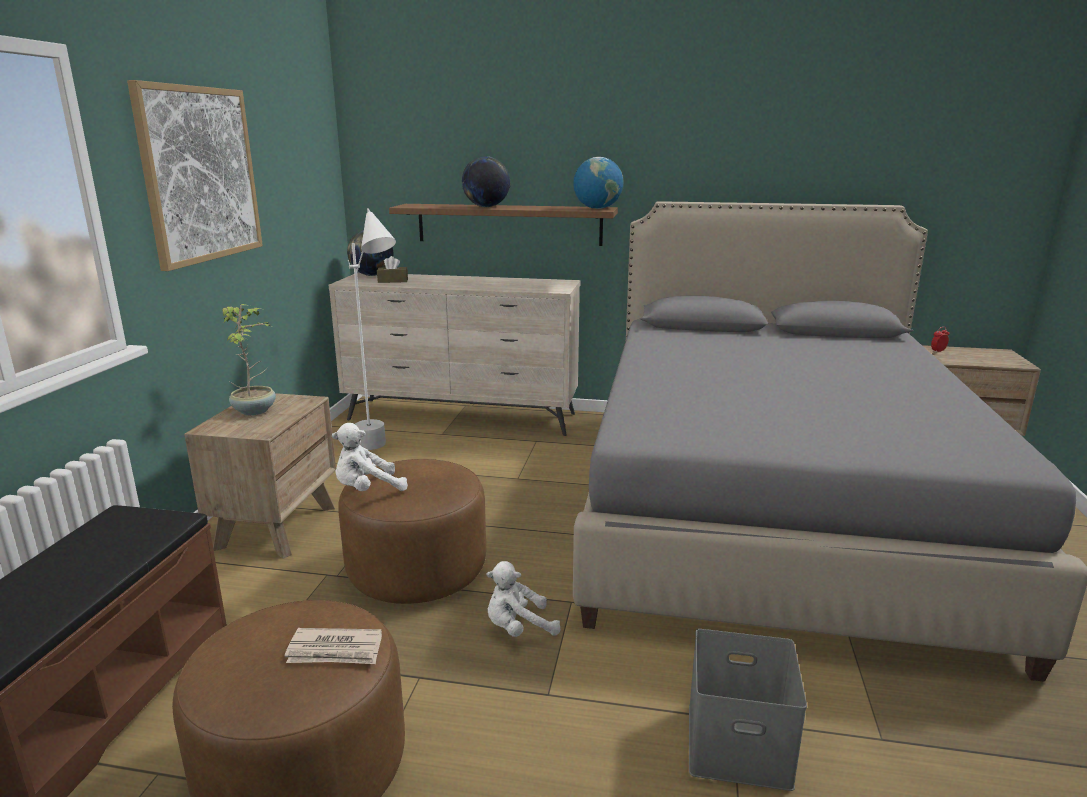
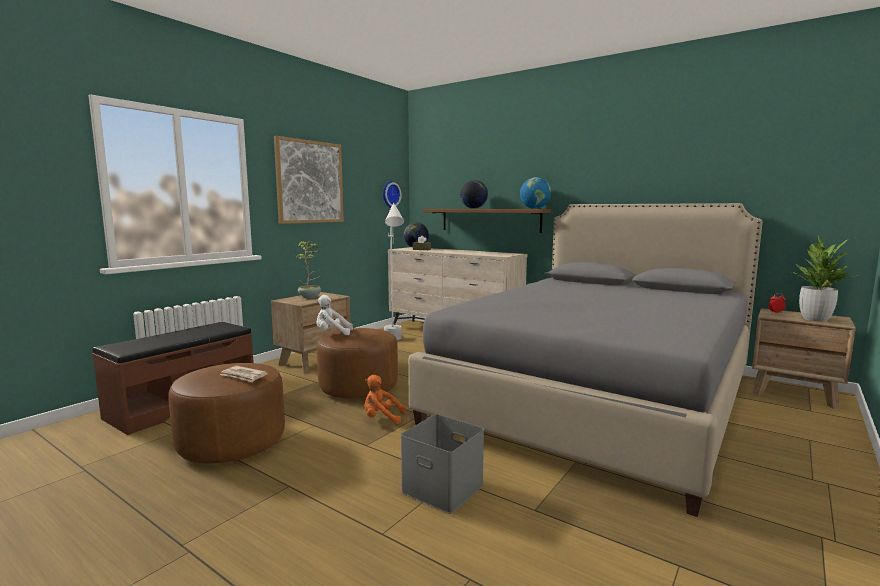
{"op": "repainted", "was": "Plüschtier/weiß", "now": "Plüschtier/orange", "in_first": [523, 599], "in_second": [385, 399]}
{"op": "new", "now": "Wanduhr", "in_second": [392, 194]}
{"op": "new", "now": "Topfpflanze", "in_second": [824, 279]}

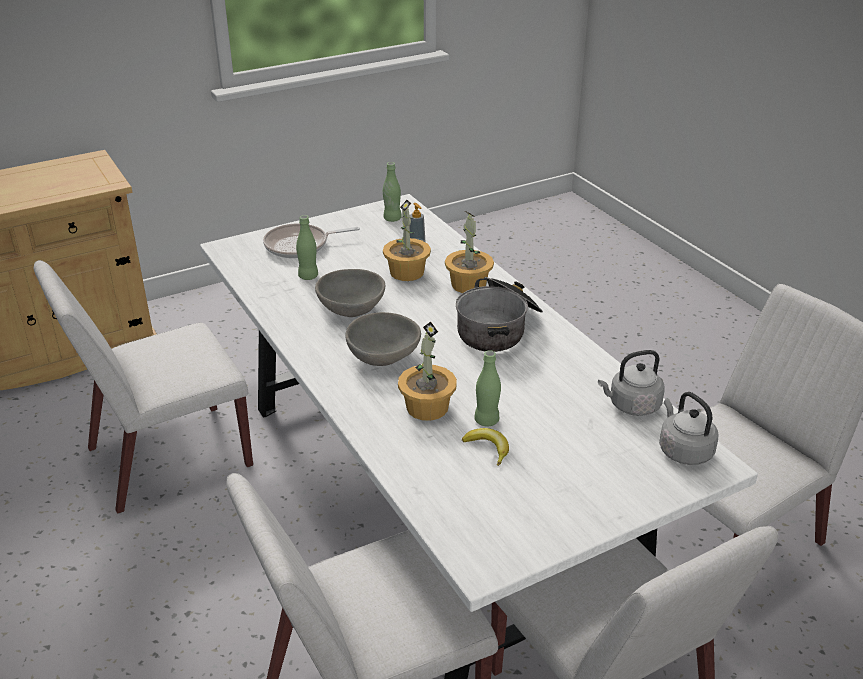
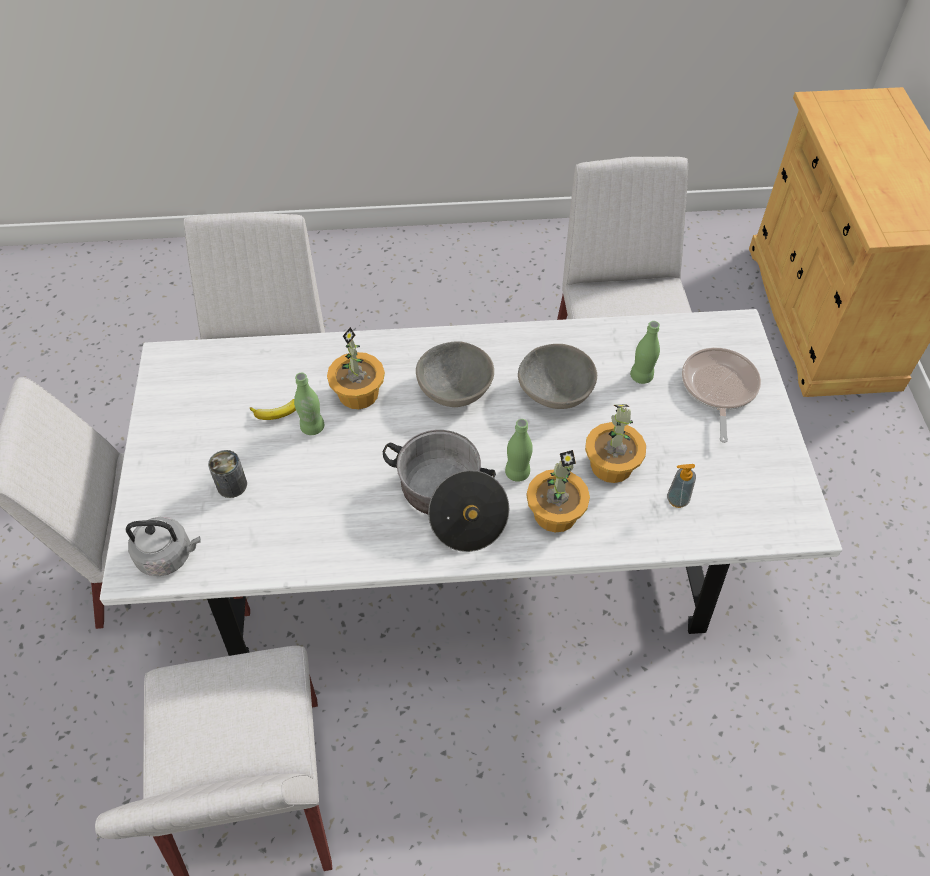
{"op": "new", "now": "Dose", "in_second": [227, 474]}
{"op": "shifted", "was": "Flasche/grün", "in_first": [392, 192], "in_second": [519, 450]}
{"op": "gone", "was": "Wasserkessel/grau", "in_first": [631, 383]}

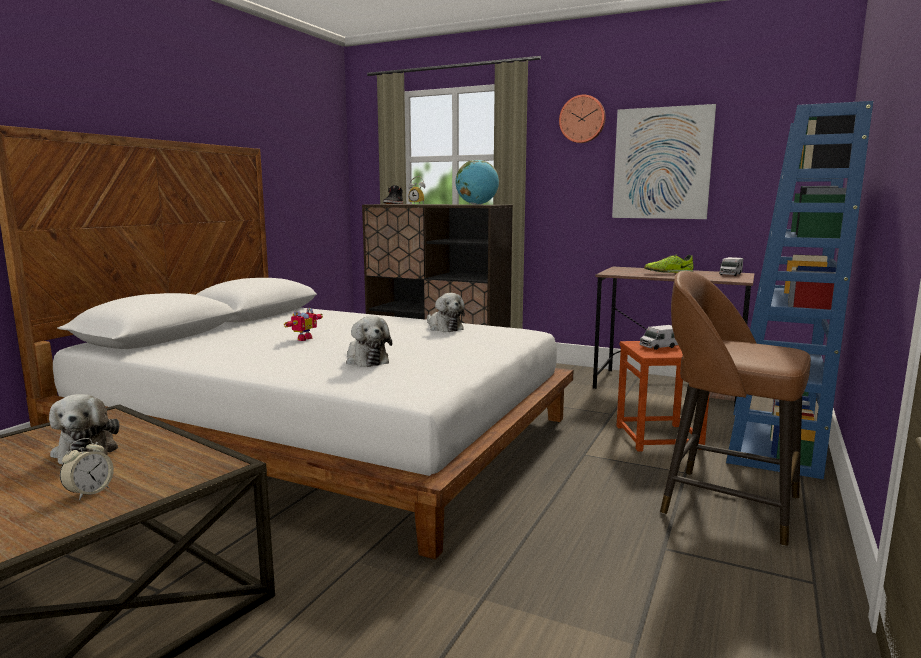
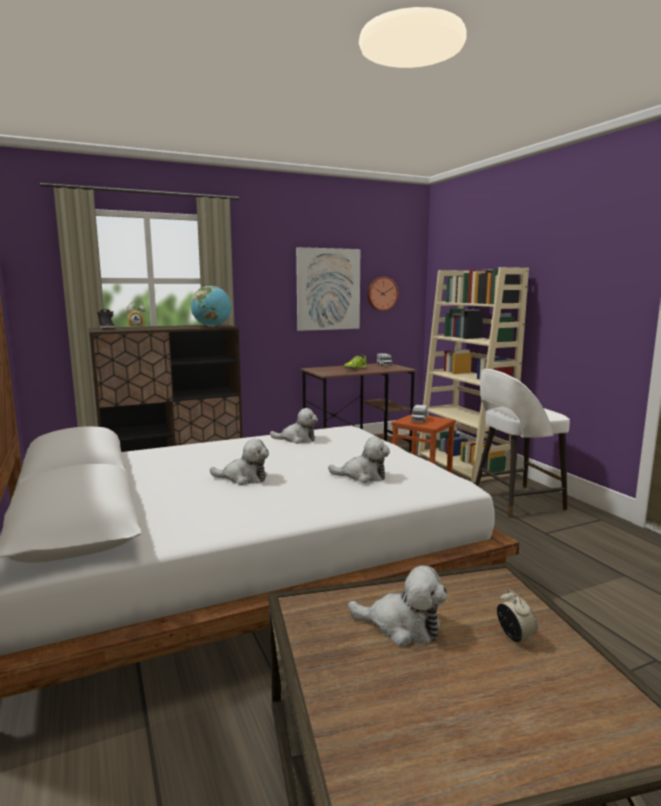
{"op": "swapped", "was": "Spielzeugroboter", "now": "Plüschtier", "in_first": [303, 324], "in_second": [239, 462]}
{"op": "shifted", "was": "Wanduhr", "in_first": [582, 119], "in_second": [382, 294]}
{"op": "repainted", "was": "Bücherregal/blau", "now": "Bücherregal/beige", "in_first": [799, 290], "in_second": [473, 374]}
{"op": "repainted", "was": "Hocker/braun", "now": "Hocker/weiß", "in_first": [735, 408], "in_second": [522, 443]}

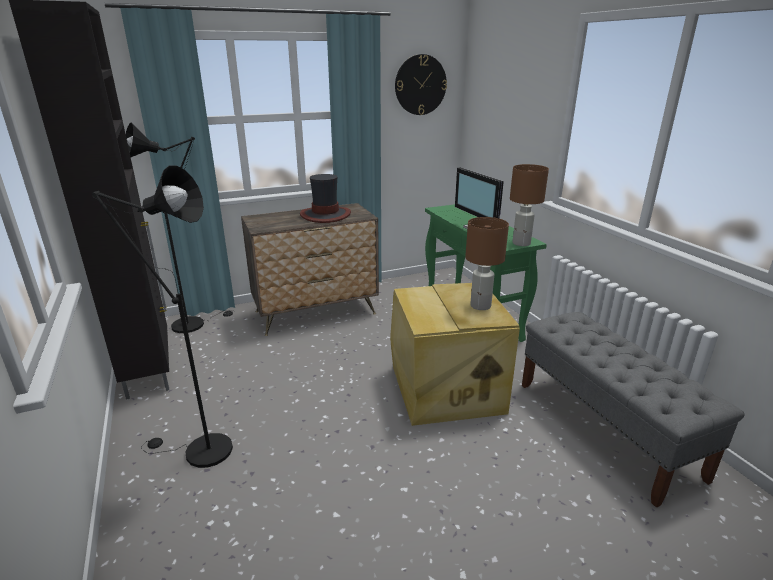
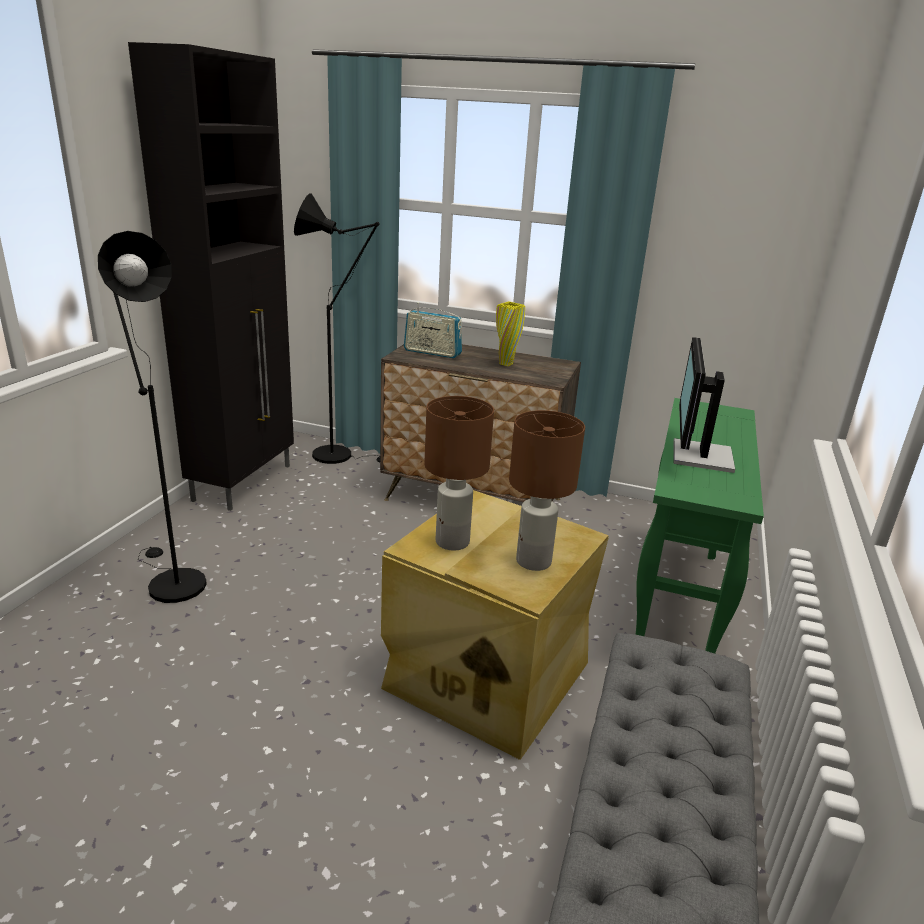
{"op": "new", "now": "Radio", "in_second": [433, 330]}
{"op": "shifted", "was": "Tischlampe/braun", "in_first": [529, 205], "in_second": [459, 473]}
{"op": "swapped", "was": "Hut", "now": "Vase/gelb", "in_first": [325, 198], "in_second": [510, 333]}
{"op": "gone", "was": "Wanduhr", "in_first": [421, 84]}

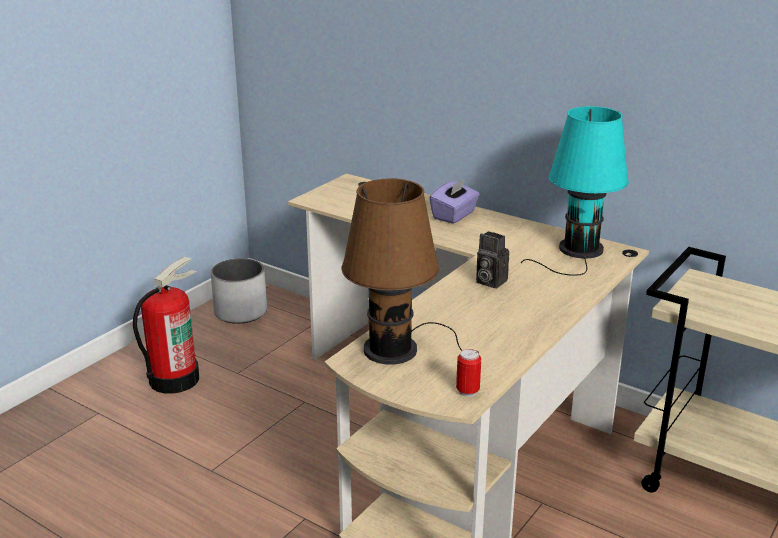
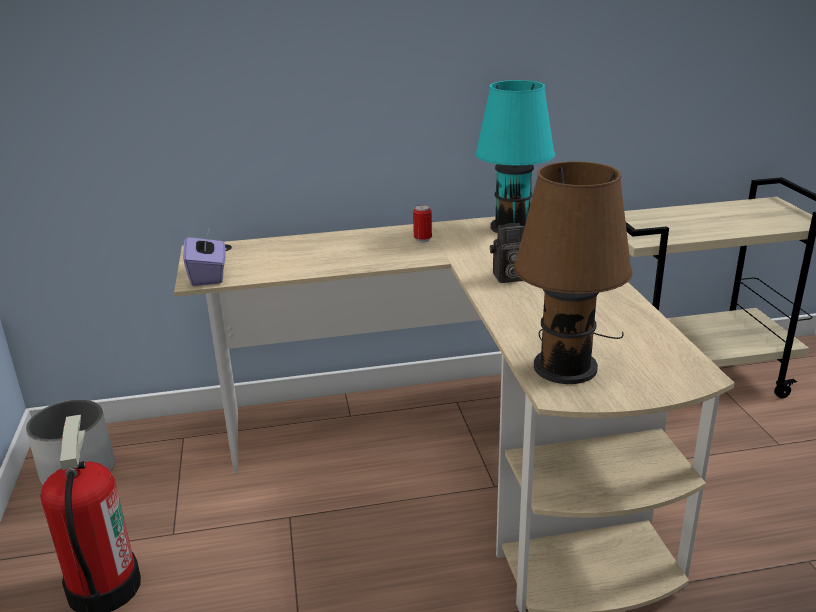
{"op": "shifted", "was": "Taschentuchbox/lila", "in_first": [455, 201], "in_second": [204, 258]}
{"op": "shifted", "was": "Dose", "in_first": [468, 373], "in_second": [422, 224]}

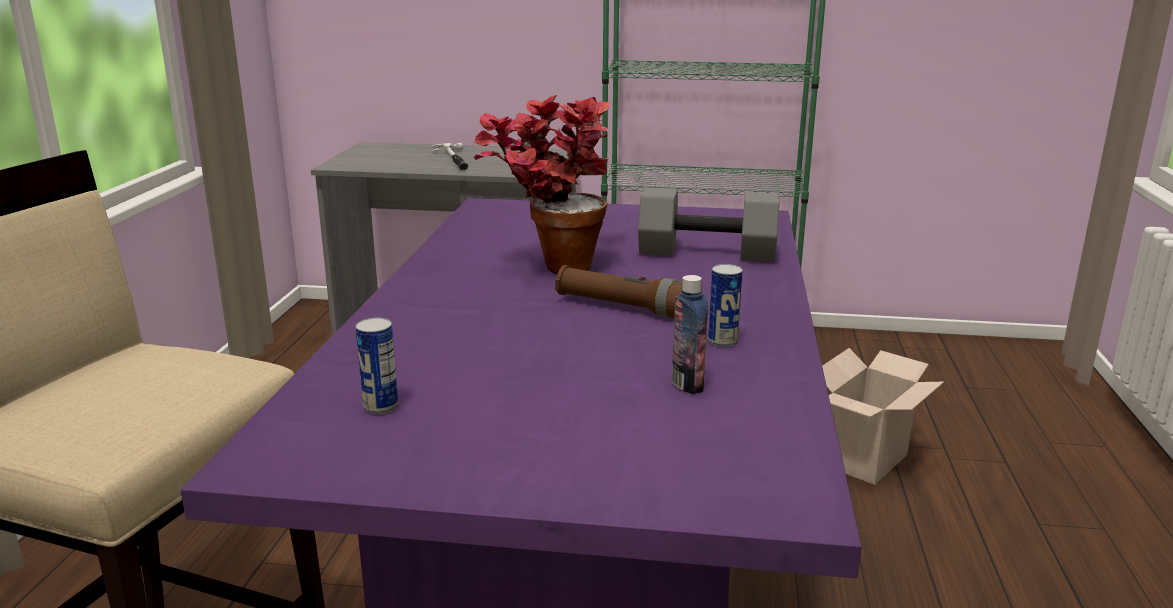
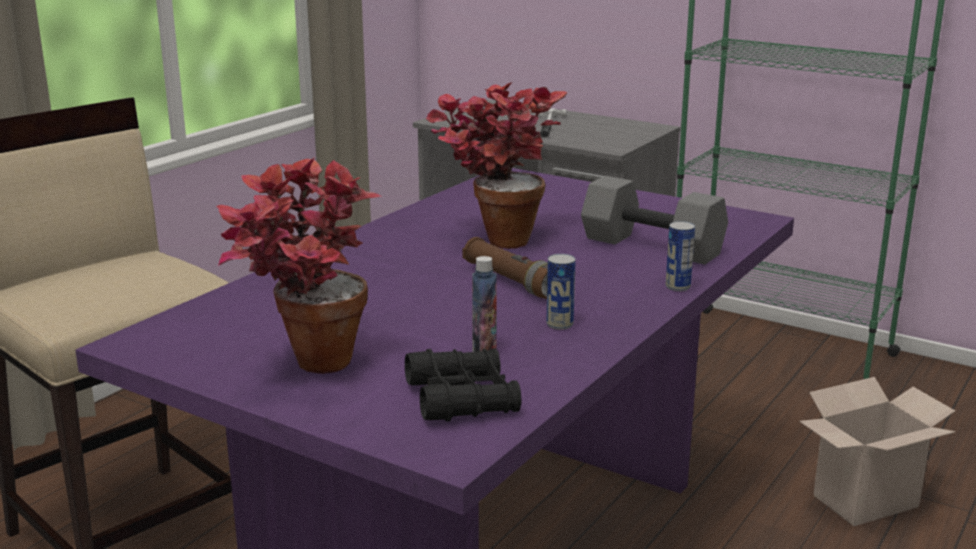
{"op": "new", "now": "Topfpflanze", "in_second": [299, 266]}
{"op": "new", "now": "Fernglas/schwarz", "in_second": [463, 384]}
{"op": "shifted", "was": "Dose", "in_first": [377, 366], "in_second": [680, 256]}

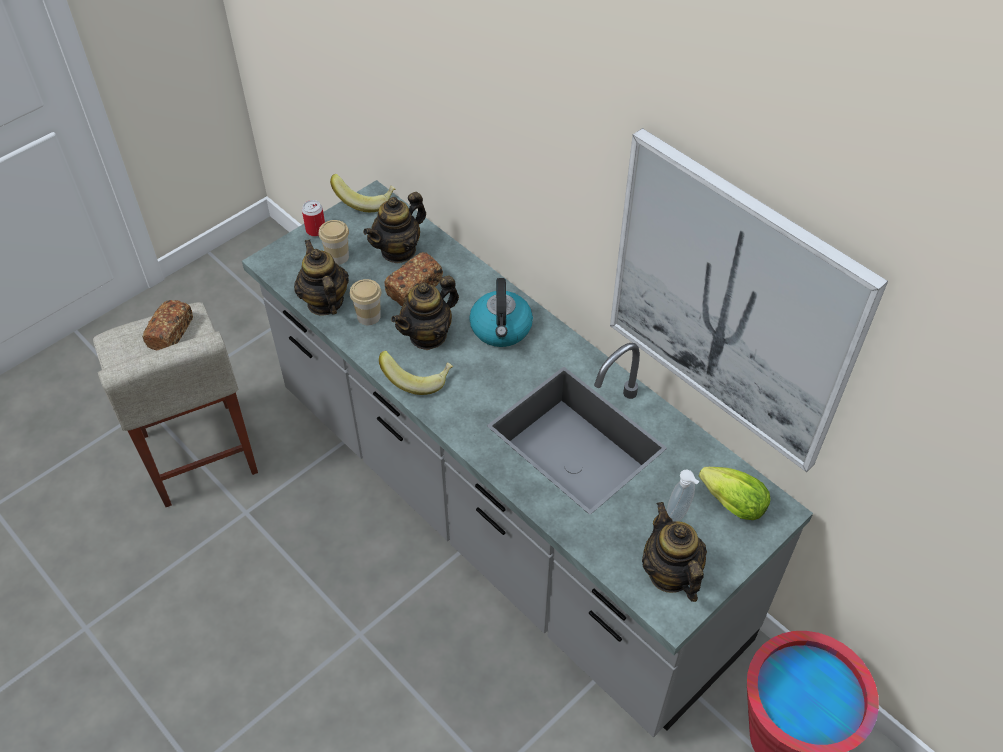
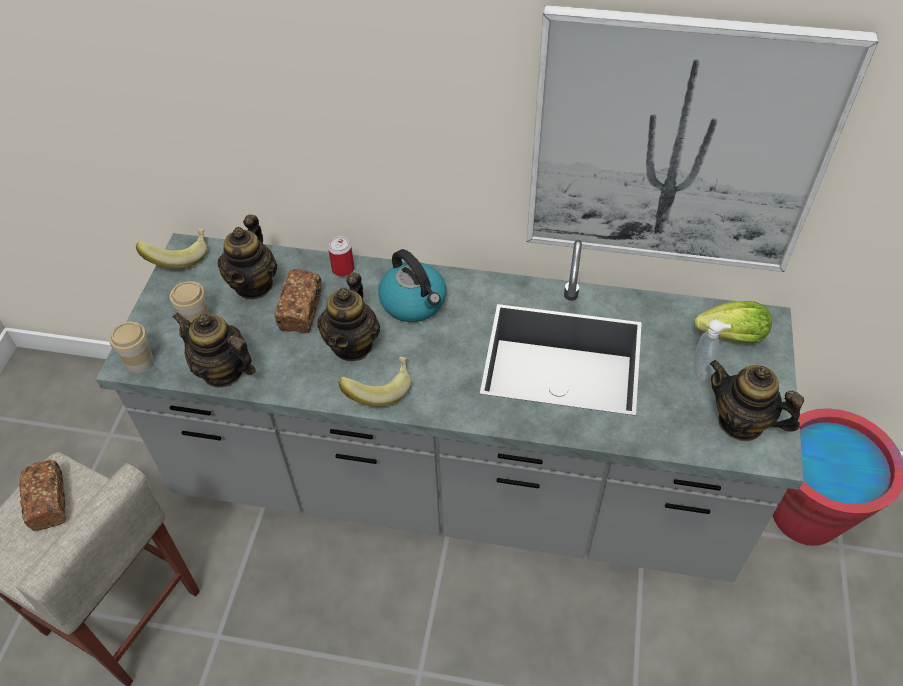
{"op": "shifted", "was": "Tasse", "in_first": [366, 302], "in_second": [131, 347]}
{"op": "shifted", "was": "Dose", "in_first": [313, 218], "in_second": [341, 256]}

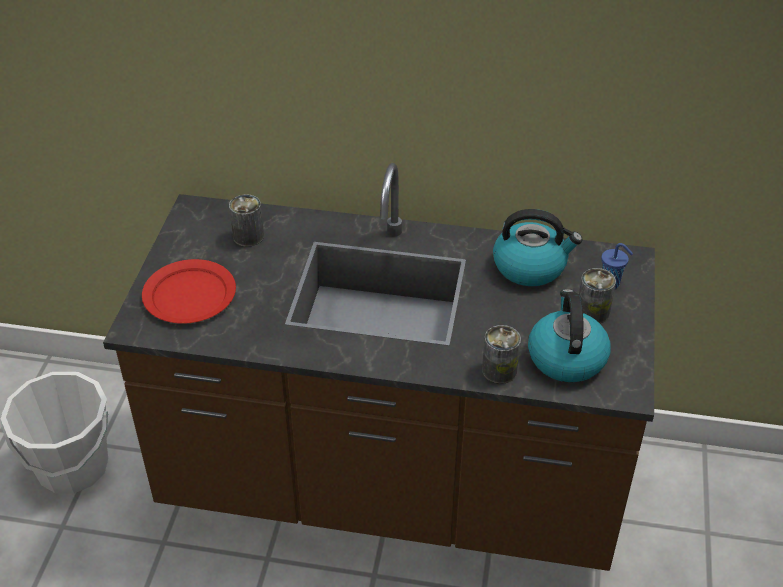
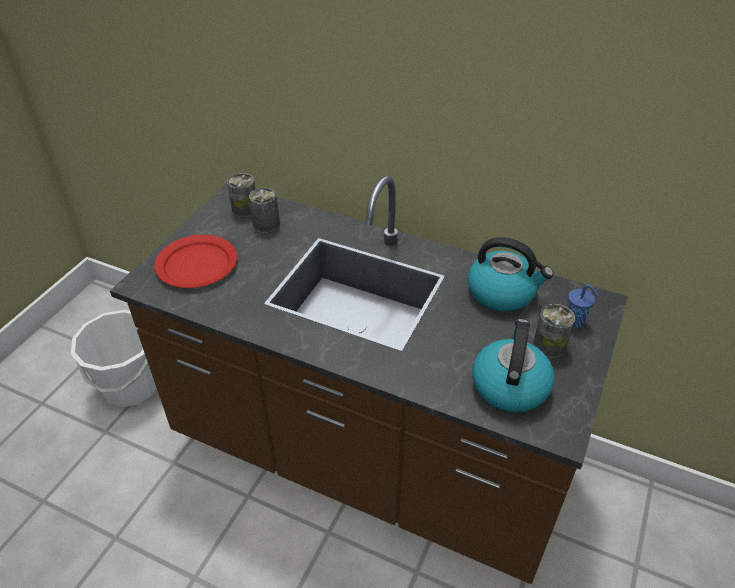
{"op": "shifted", "was": "Dose", "in_first": [501, 354], "in_second": [241, 195]}

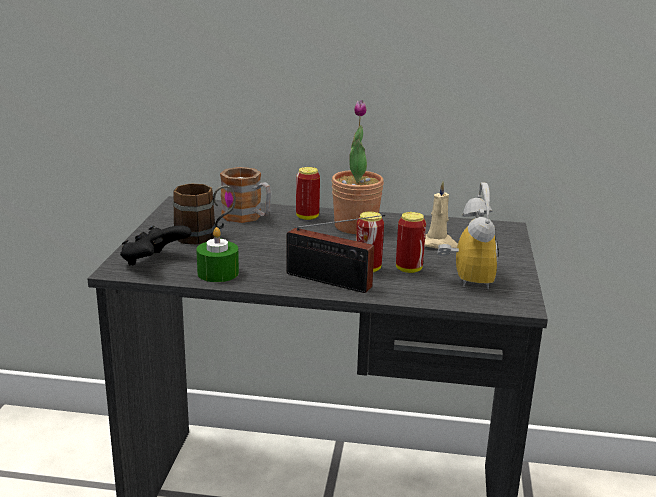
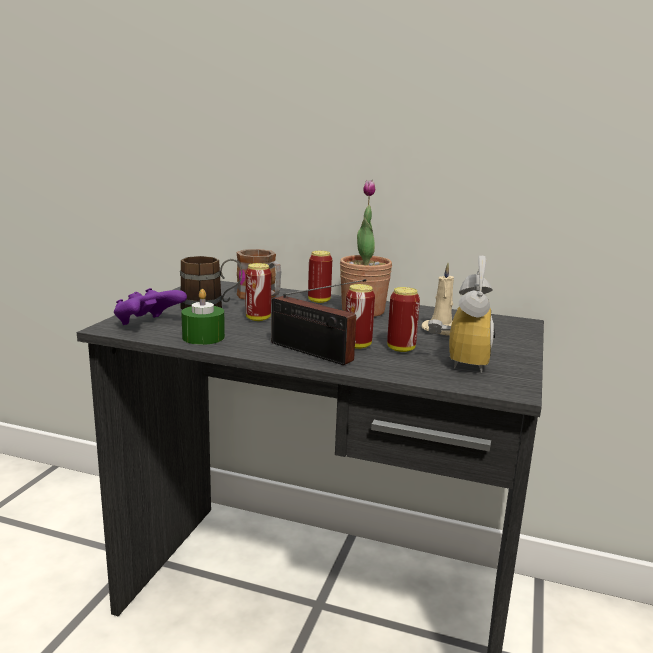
{"op": "repainted", "was": "Gamepad/schwarz", "now": "Gamepad/lila", "in_first": [156, 246], "in_second": [150, 306]}
{"op": "new", "now": "Dose", "in_second": [258, 292]}

